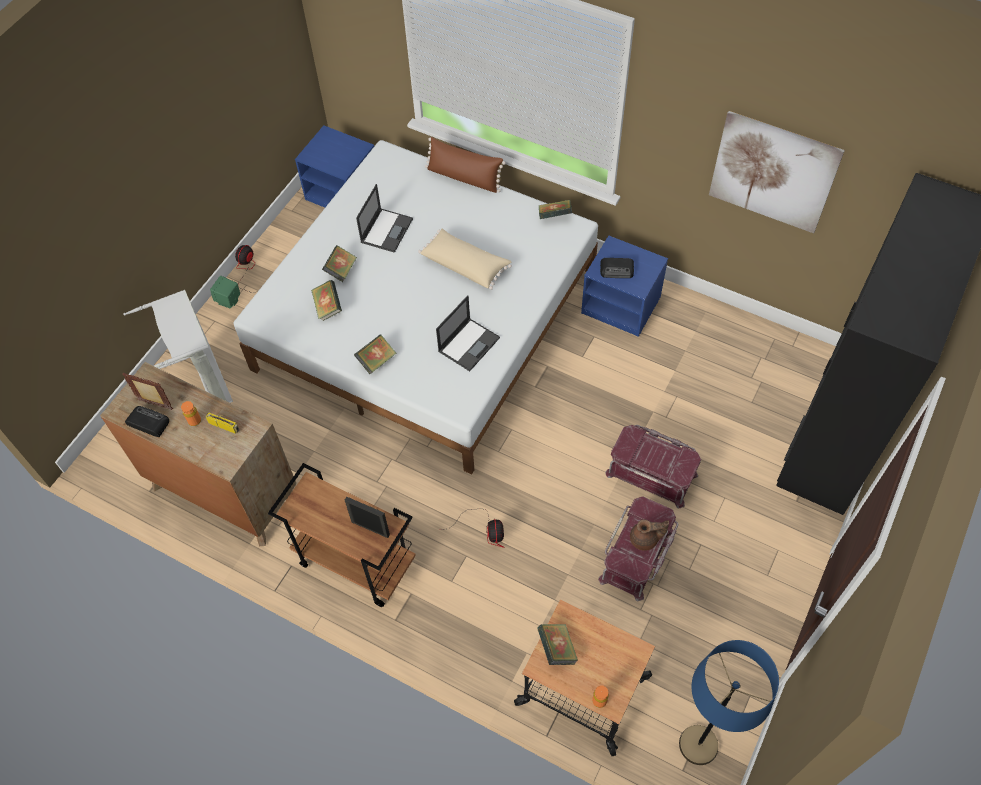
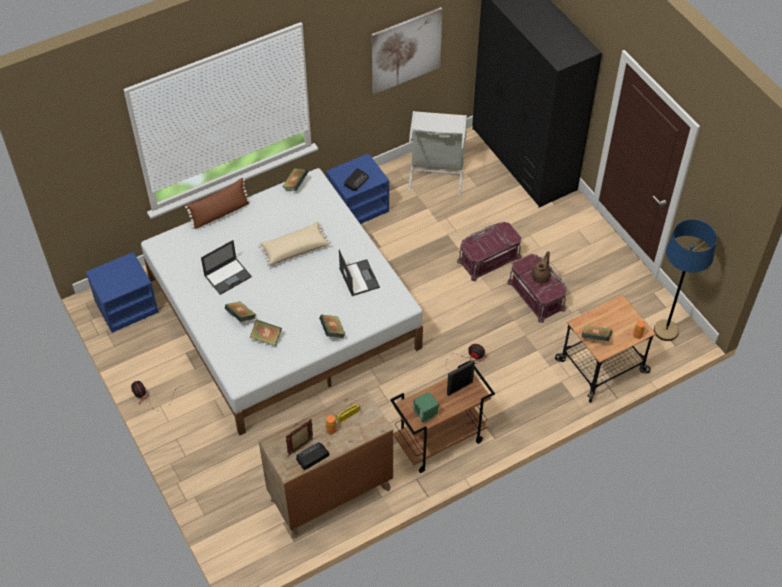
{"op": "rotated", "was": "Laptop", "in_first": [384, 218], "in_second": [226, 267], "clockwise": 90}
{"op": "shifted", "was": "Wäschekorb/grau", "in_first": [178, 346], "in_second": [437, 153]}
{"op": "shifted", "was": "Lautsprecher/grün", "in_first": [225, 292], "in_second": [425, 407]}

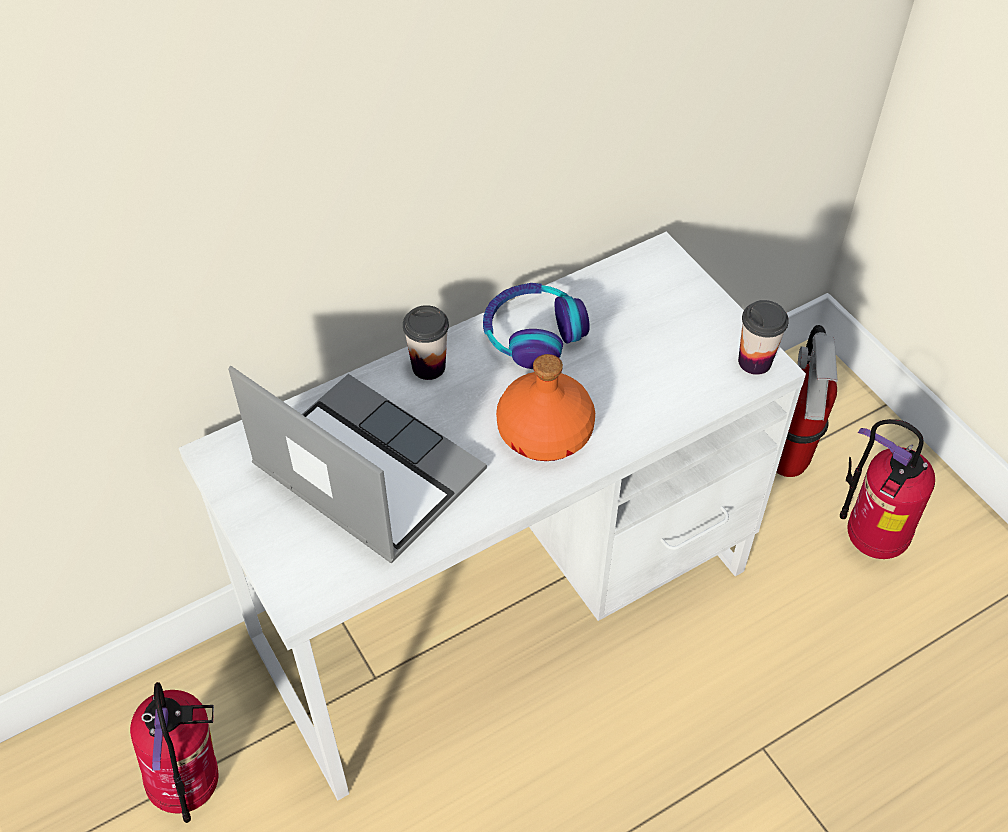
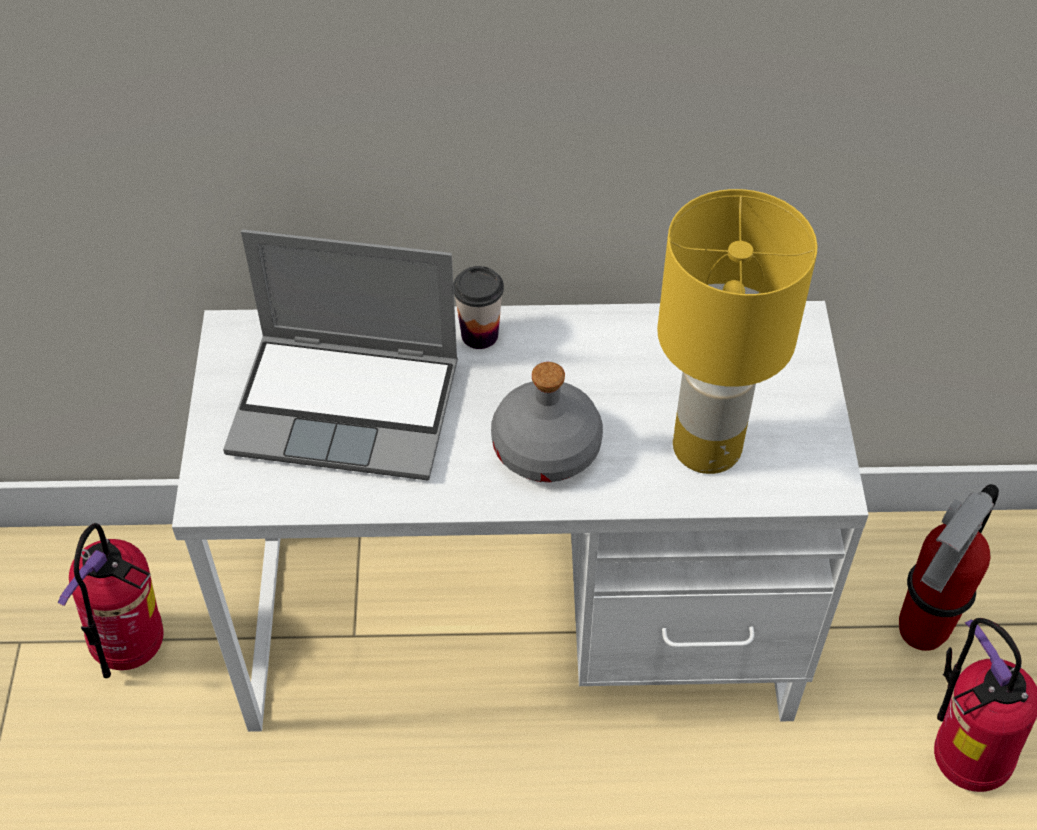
{"op": "rotated", "was": "Laptop", "in_first": [357, 465], "in_second": [340, 355], "clockwise": 120}
{"op": "repainted", "was": "Flasche/orange", "now": "Flasche/grau", "in_first": [545, 407], "in_second": [547, 422]}
{"op": "new", "now": "Tischlampe/gelb", "in_second": [737, 331]}
{"op": "gone", "was": "Kopfhörer", "in_first": [536, 326]}
{"op": "gone", "was": "Tasse", "in_first": [763, 337]}

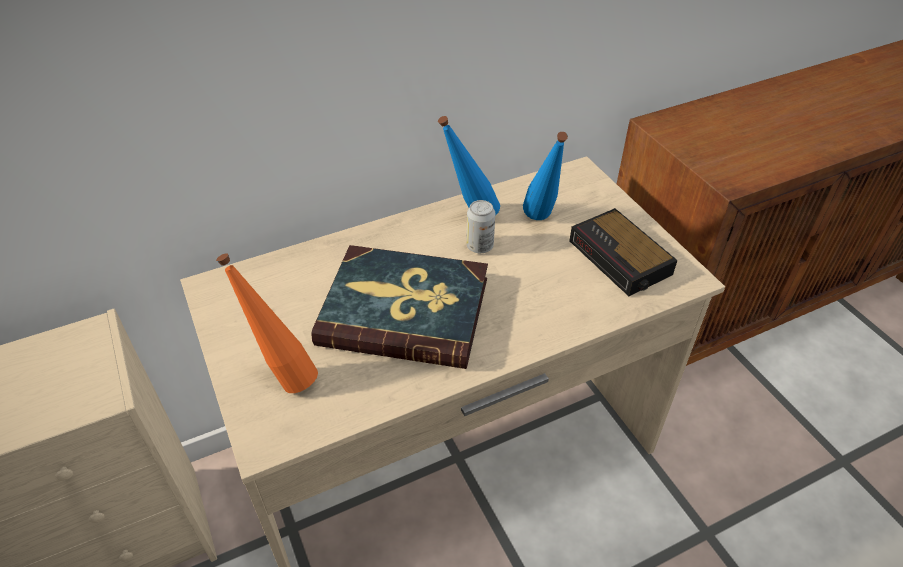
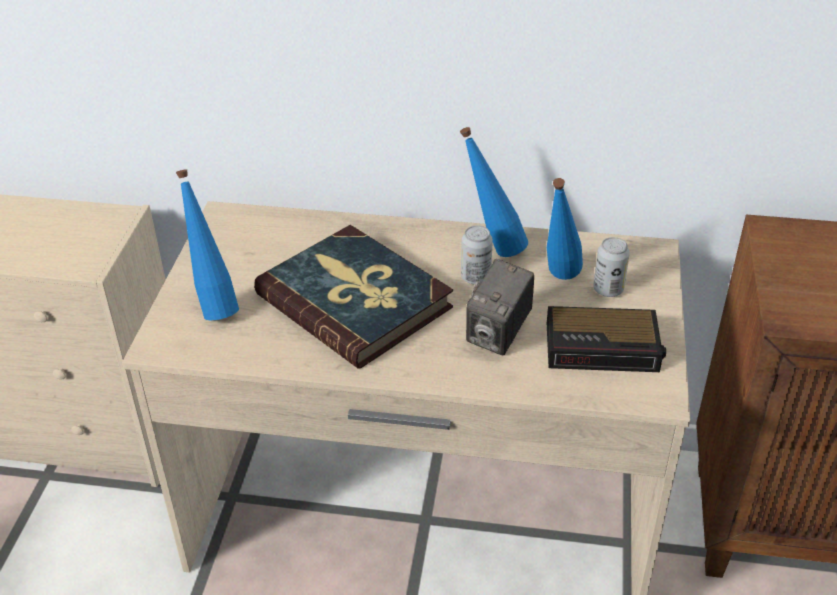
{"op": "repainted", "was": "Flasche/orange", "now": "Flasche/blau", "in_first": [267, 323], "in_second": [207, 244]}
{"op": "new", "now": "Kamera", "in_second": [500, 307]}
{"op": "rotated", "was": "Wecker", "in_first": [623, 252], "in_second": [606, 339], "clockwise": -90}
{"op": "new", "now": "Dose", "in_second": [611, 267]}

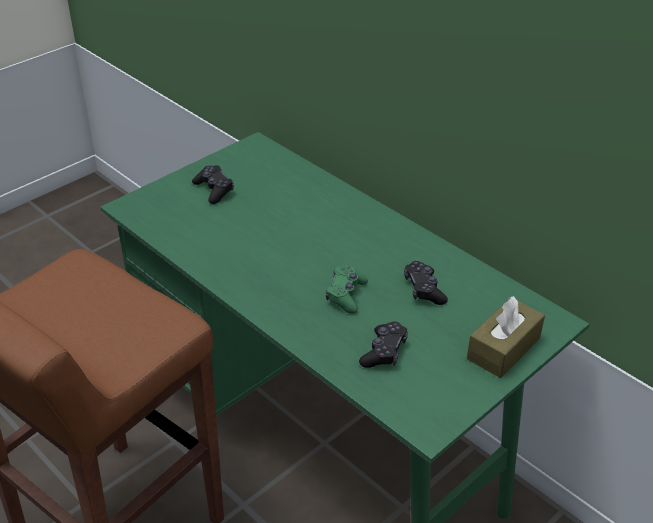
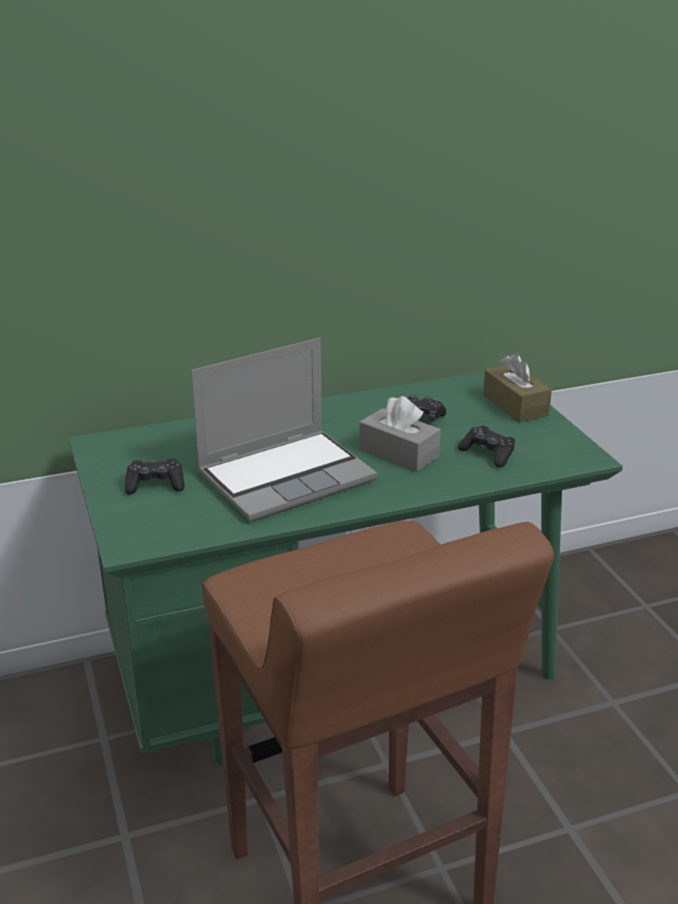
{"op": "new", "now": "Laptop", "in_second": [284, 430]}
{"op": "swapped", "was": "Gamepad/grün", "now": "Taschentuchbox/grau", "in_first": [347, 289], "in_second": [400, 434]}

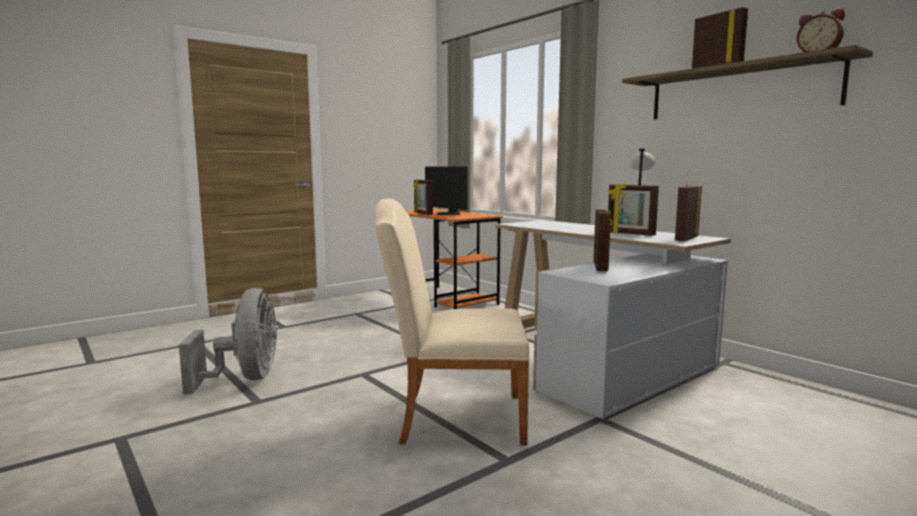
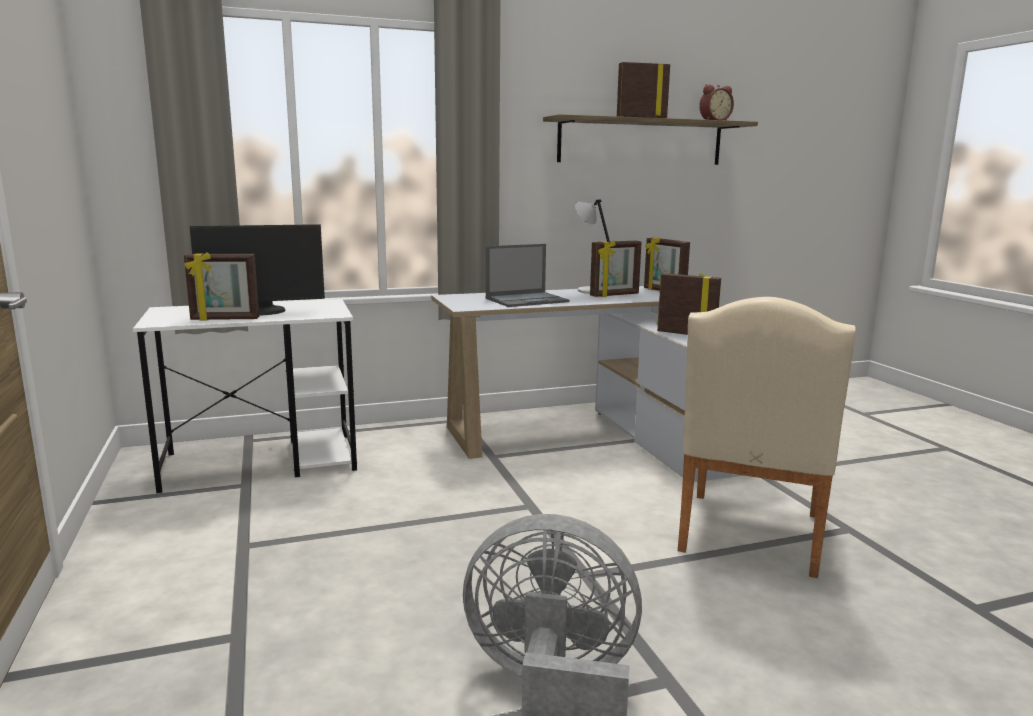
{"op": "repainted", "was": "Schreibtisch/orange", "now": "Schreibtisch/weiß", "in_first": [454, 259], "in_second": [245, 396]}
{"op": "new", "now": "Laptop", "in_second": [527, 275]}

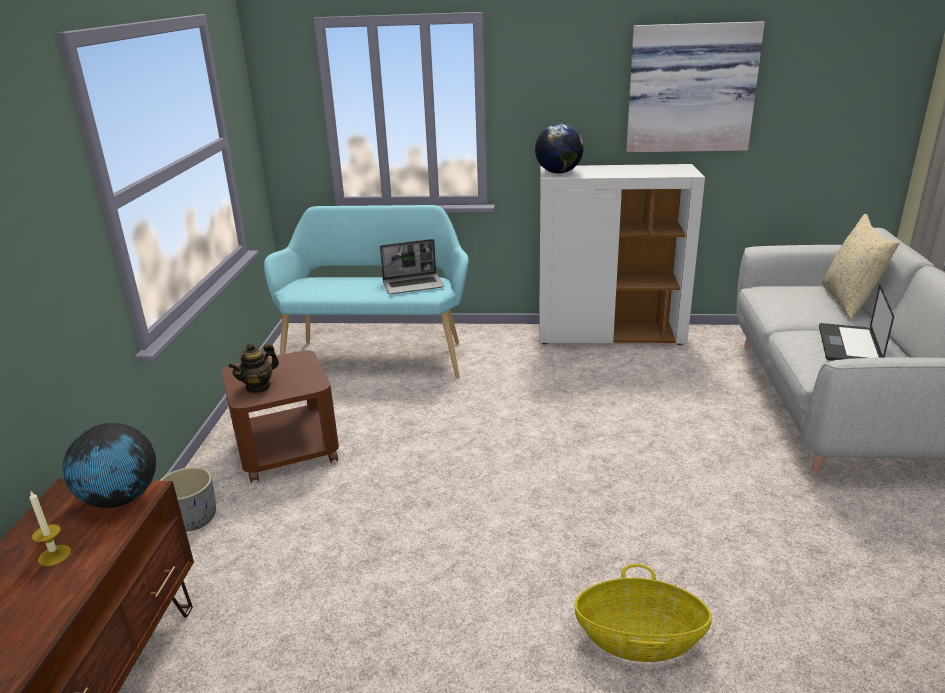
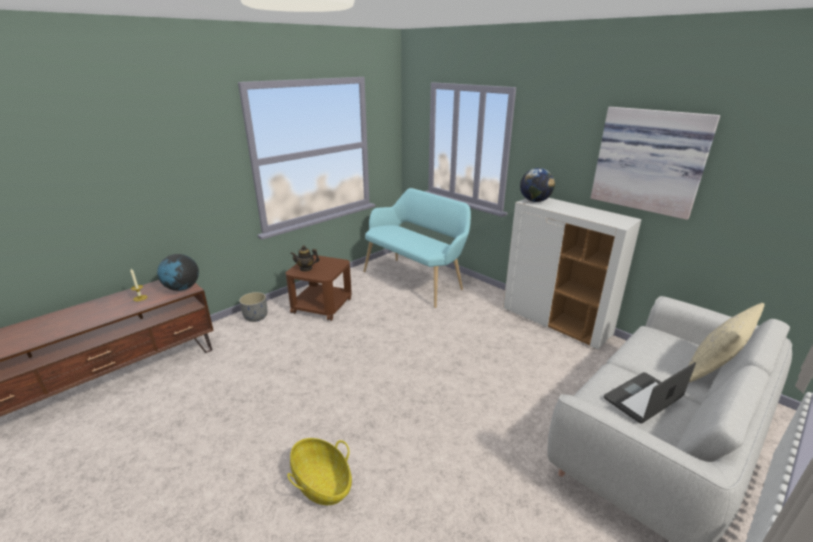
{"op": "gone", "was": "Laptop", "in_first": [412, 266]}

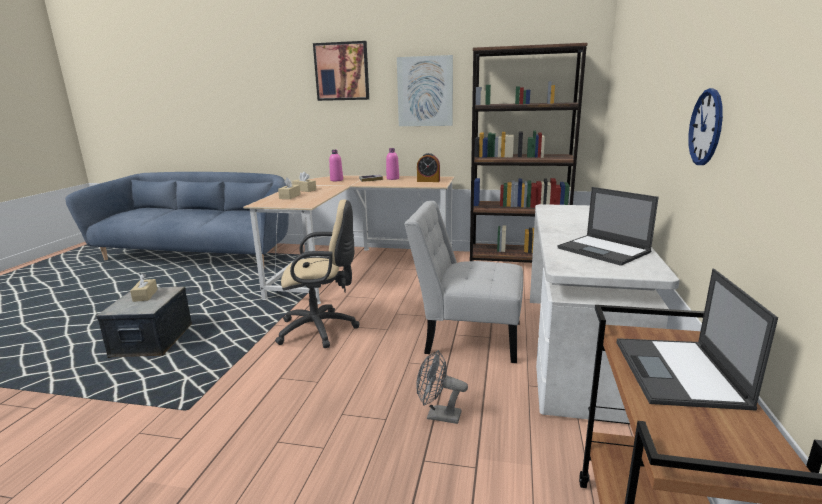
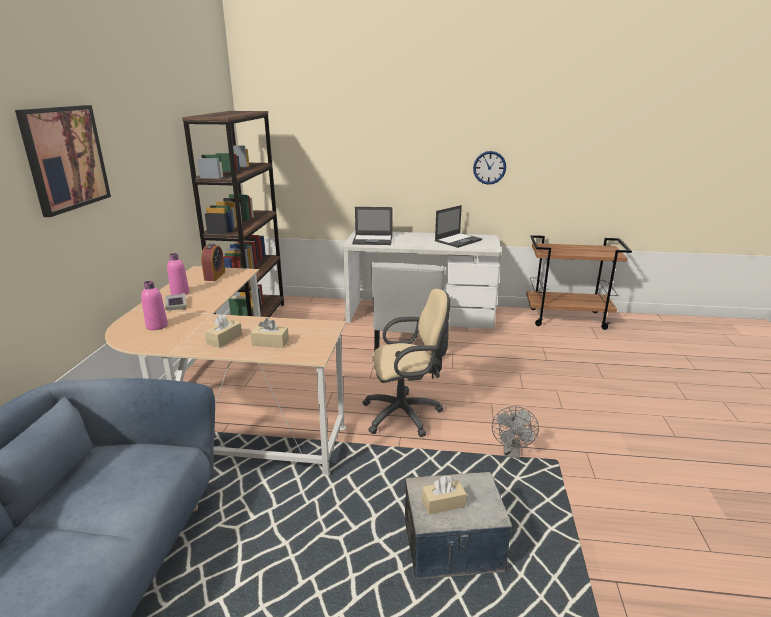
{"op": "shifted", "was": "Laptop", "in_first": [697, 340], "in_second": [372, 226]}
{"op": "rotated", "was": "Bürostuhl/beige", "in_first": [317, 273], "in_second": [406, 363], "clockwise": 90}
{"op": "shifted", "was": "Ventilator/grau", "in_first": [442, 387], "in_second": [515, 432]}
{"op": "gone", "was": "Bild", "in_first": [425, 90]}

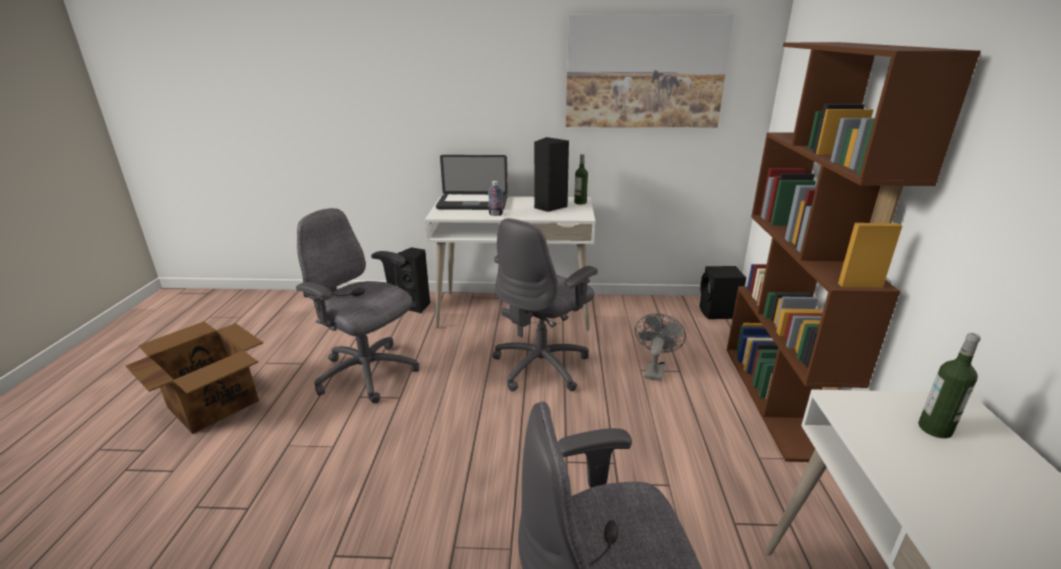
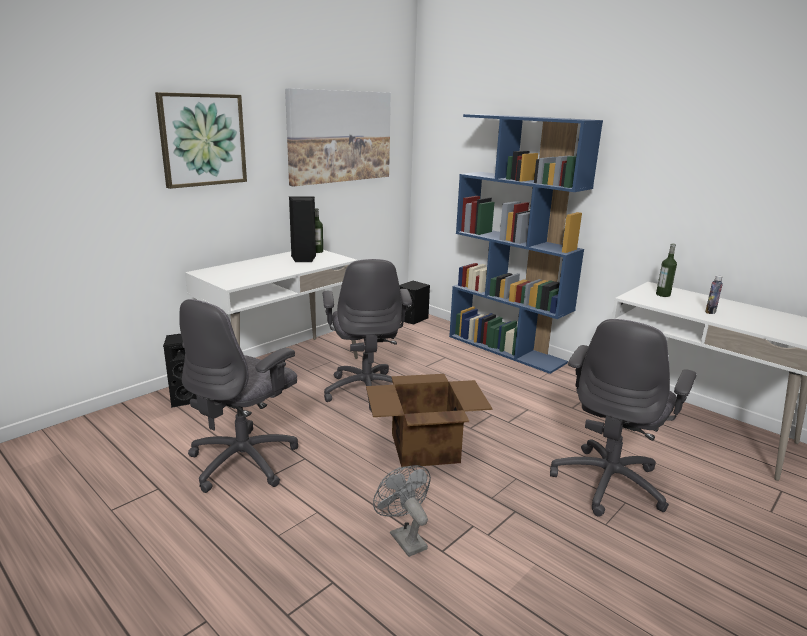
{"op": "new", "now": "Bild", "in_second": [201, 140]}
{"op": "rotated", "was": "Bürostuhl/grau", "in_first": [357, 305], "in_second": [238, 396], "clockwise": -45}
{"op": "shifted", "was": "Karton", "in_first": [194, 377], "in_second": [429, 420]}
{"op": "shifted", "was": "Ventilator/grau", "in_first": [660, 347], "in_second": [402, 511]}
{"op": "repainted", "was": "Bücherregal/braun", "now": "Bücherregal/blau", "in_first": [854, 252], "in_second": [526, 244]}
{"op": "shifted", "was": "Flasche", "in_first": [495, 198], "in_second": [714, 294]}
{"op": "gone", "was": "Laptop", "in_first": [472, 182]}

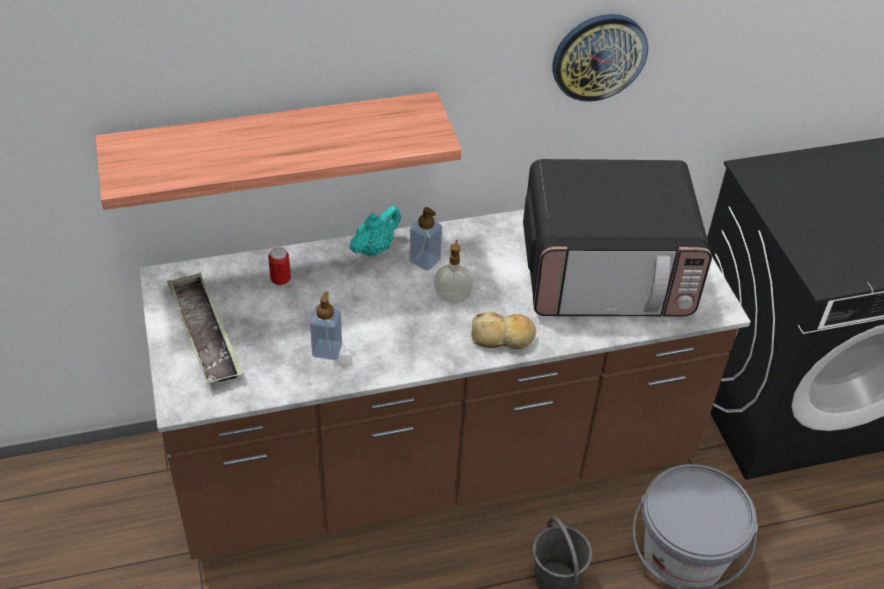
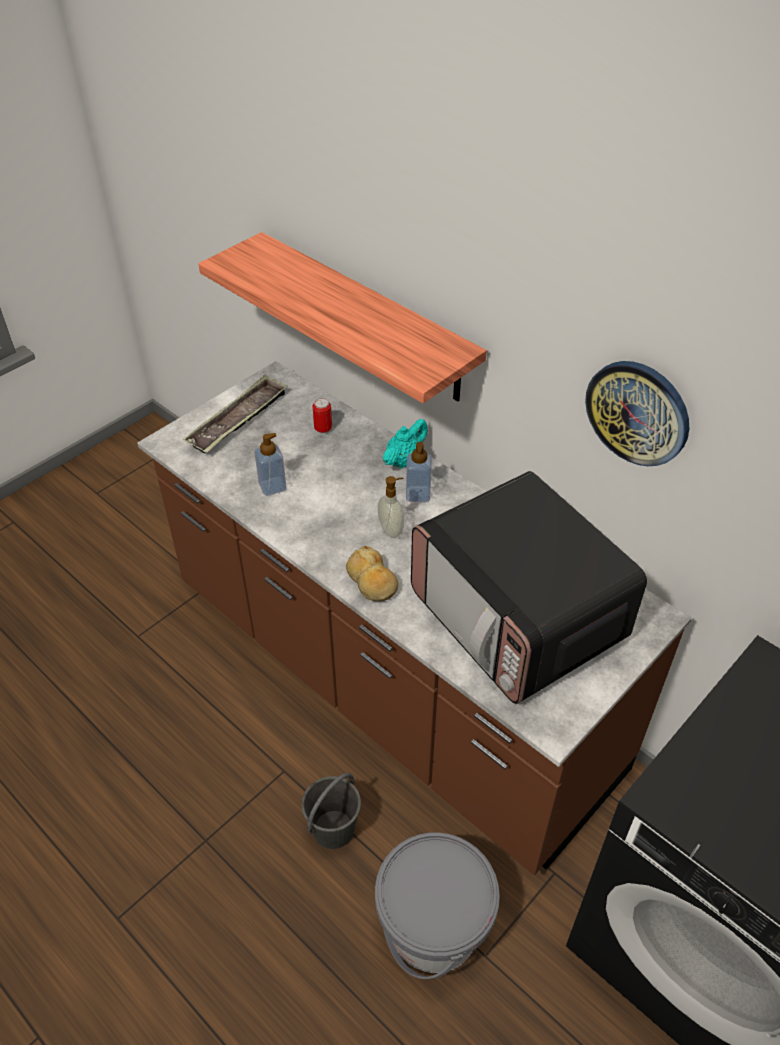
{"op": "rotated", "was": "Teekanne/türkis", "in_first": [375, 231], "in_second": [405, 444], "clockwise": -60}

